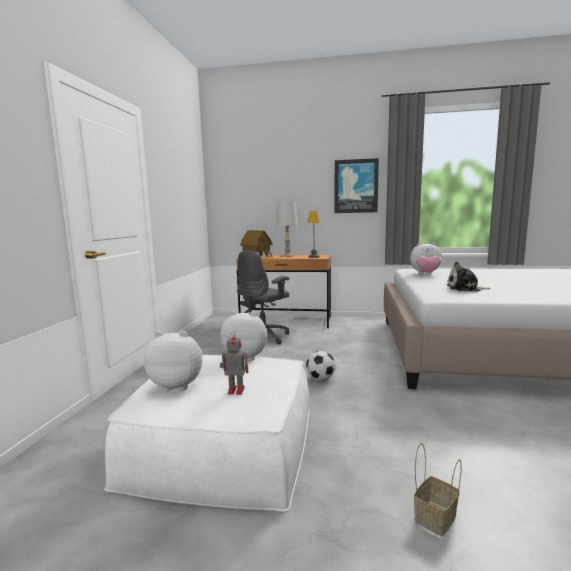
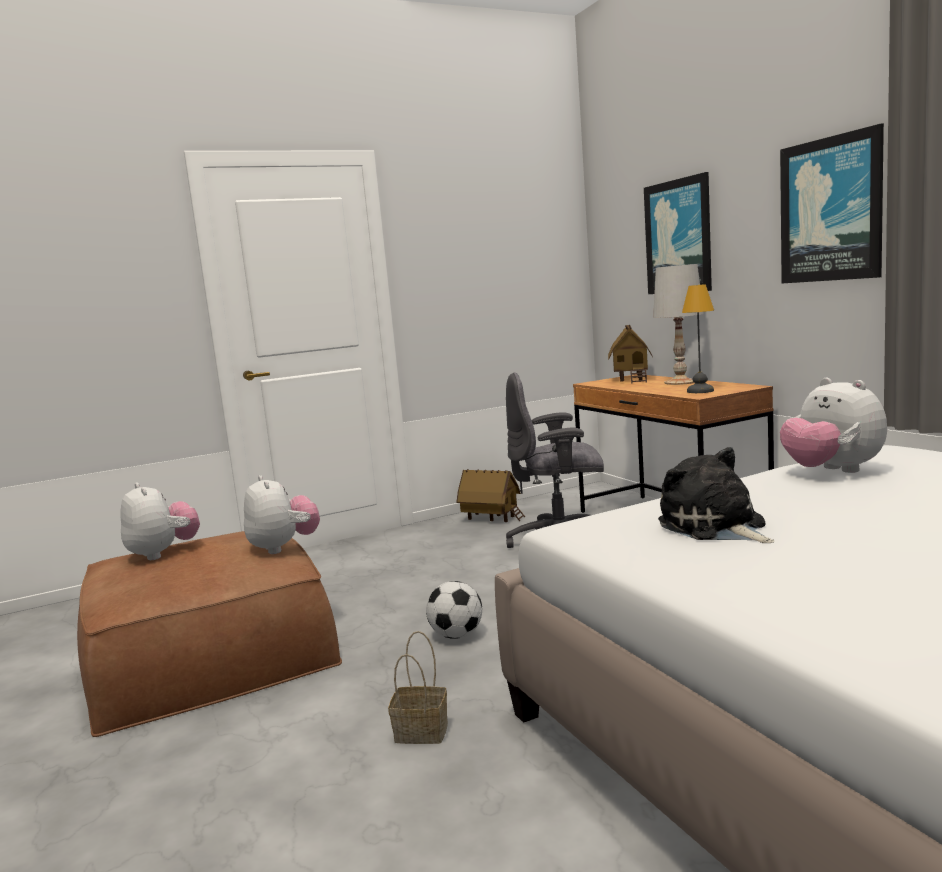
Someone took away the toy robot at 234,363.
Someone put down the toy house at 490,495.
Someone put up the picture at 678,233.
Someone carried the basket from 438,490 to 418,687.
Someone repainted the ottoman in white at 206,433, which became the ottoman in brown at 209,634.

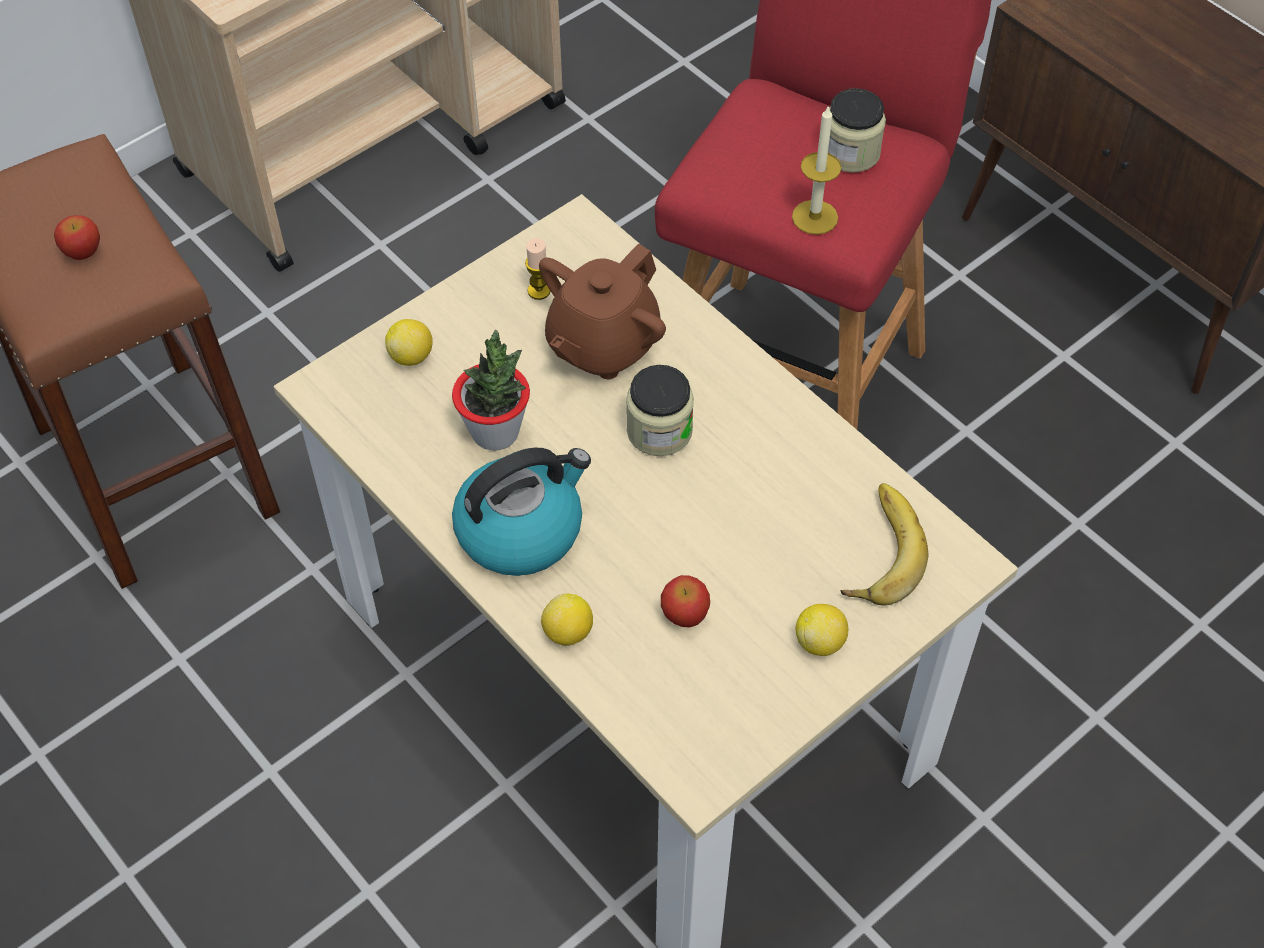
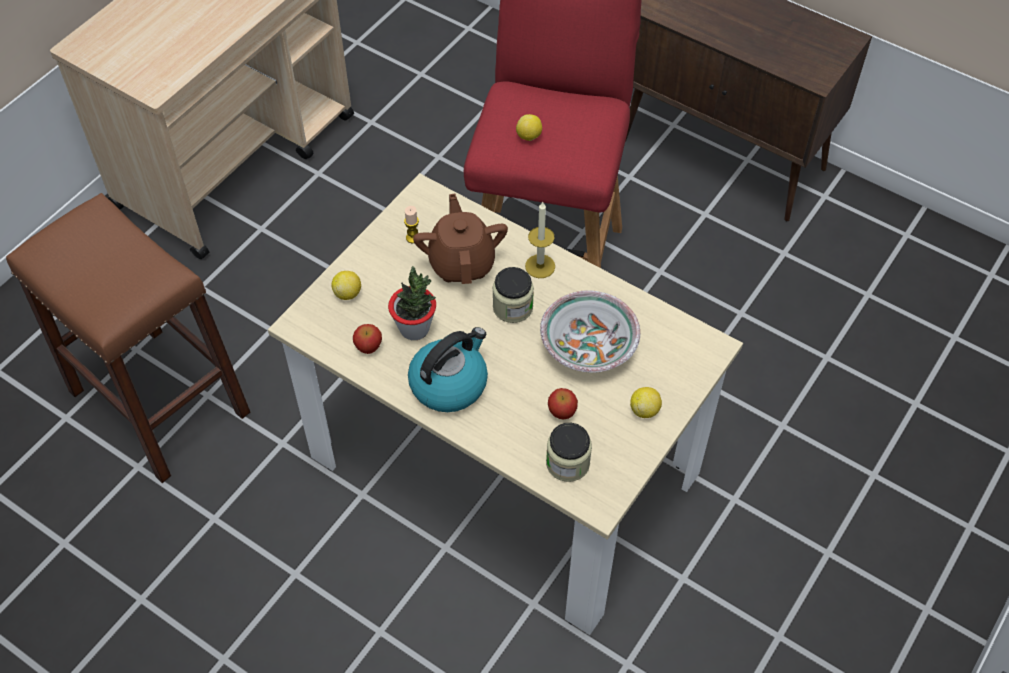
Someone took away the banana at 884,544.
Someone put down the bowl at 590,331.
Someone carried the apple from 77,237 to 367,339.
Someone carried the lemon from 567,620 to 529,127.
Someone carried the candle from 816,171 to 540,239.
Someone carried the jar from 857,130 to 569,452.
Someone rotated the teapot in brown at 602,311 by 150 degrees clockwise.

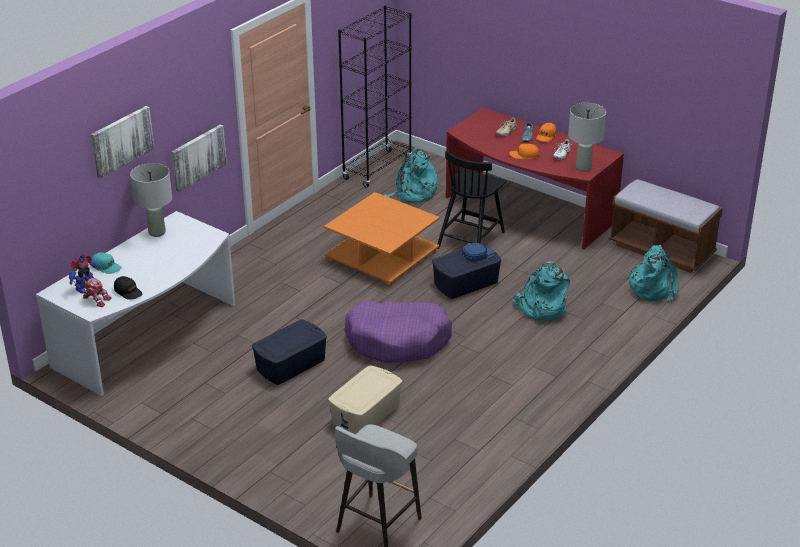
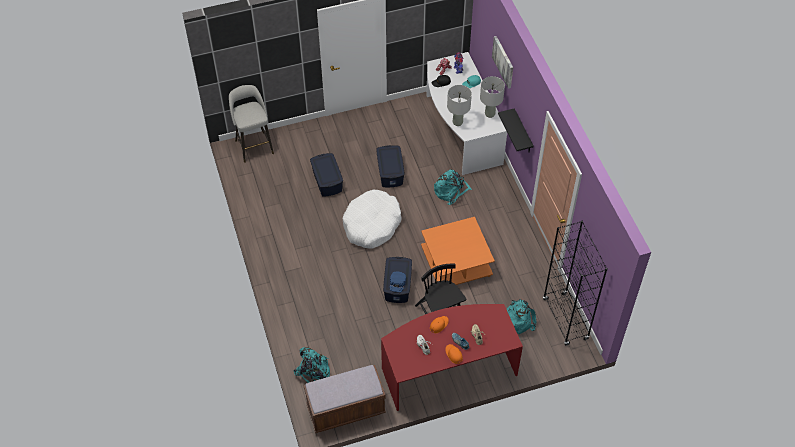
Someone carried the backpack in turquoise from 541,291 to 453,187.
Someone carried the table lamp in grey from 587,137 to 459,105.
Someone swapped the picture at 199,158 for the shelf in black at 516,130.
Someone repainted the storage box in beige at 365,400, which became the storage box in blue at 326,175.
Someone repainted the dog bed in purple at 398,332, which became the dog bed in white at 372,219.

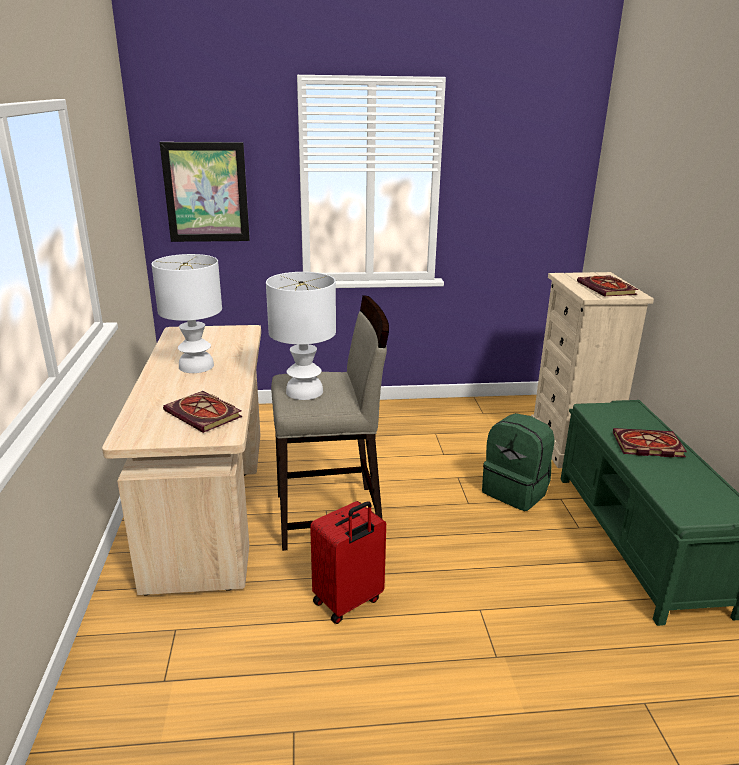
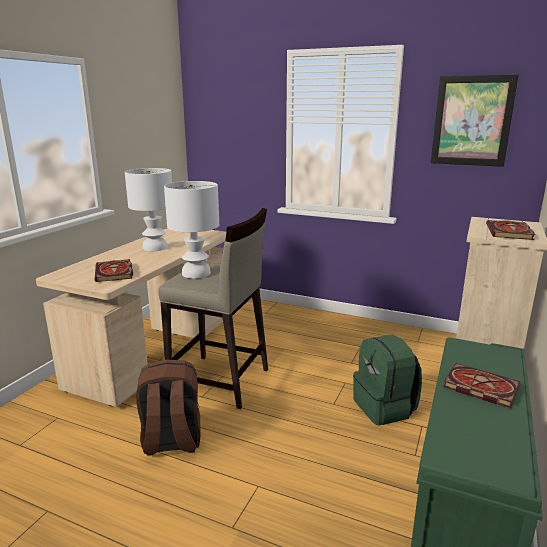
Someone carried the picture from 205,192 to 475,120.
Someone swapped the suitcase in red at 348,562 for the backpack in brown at 168,407.

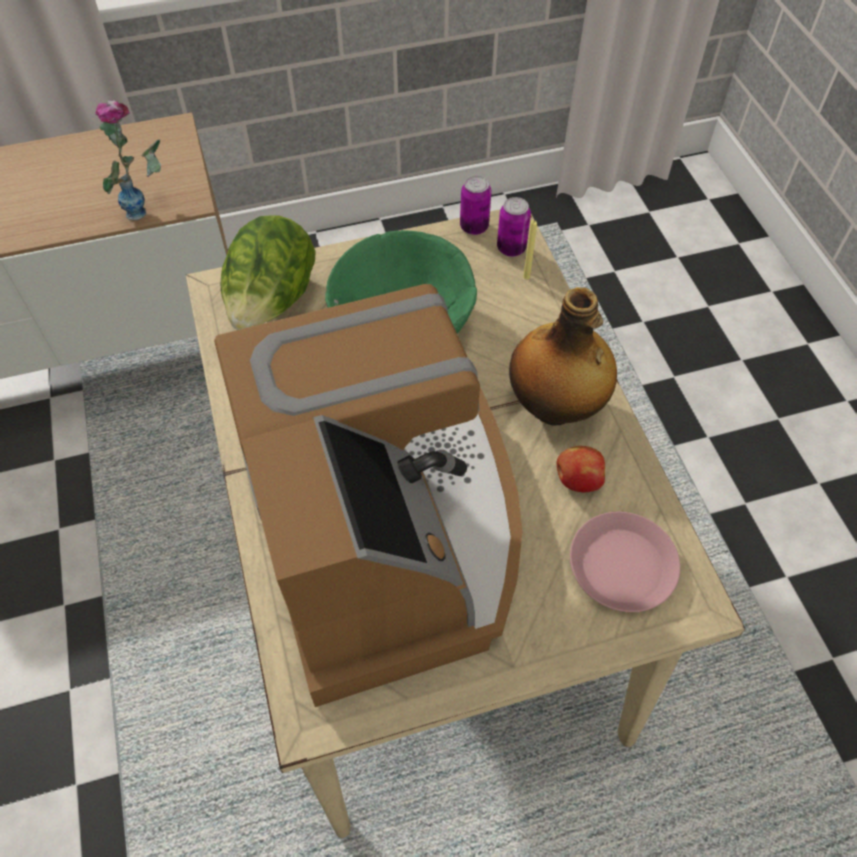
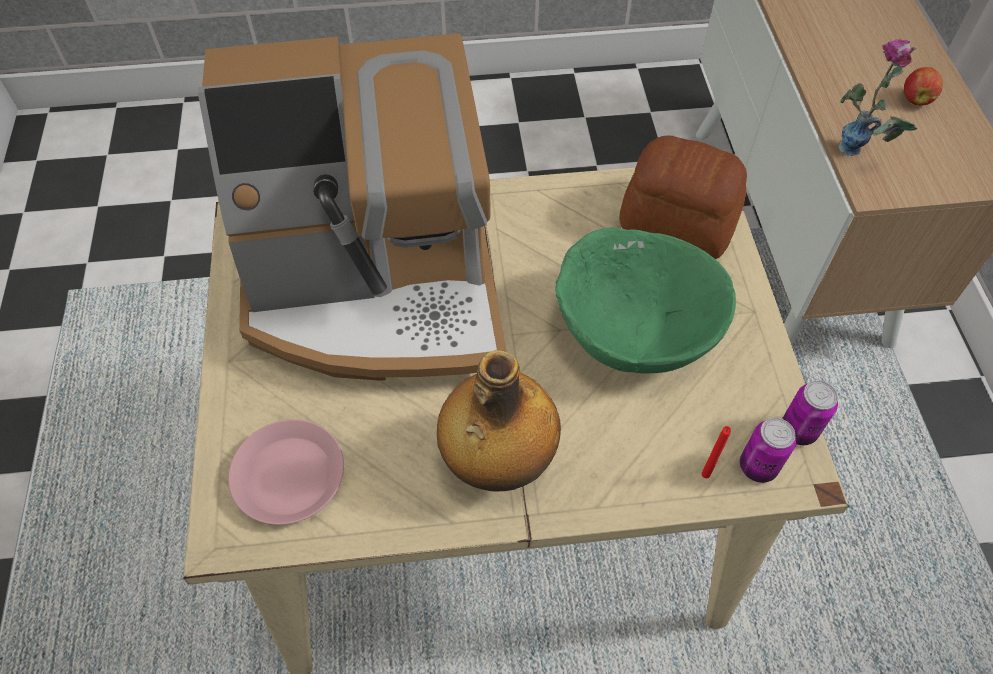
Someone carried the apple from 580,469 to 923,86.
Someone swapped the lettuce at 268,273 for the bread at 683,197.
Someone repainted the candle in yellow at 530,249, which became the candle in red at 716,452.

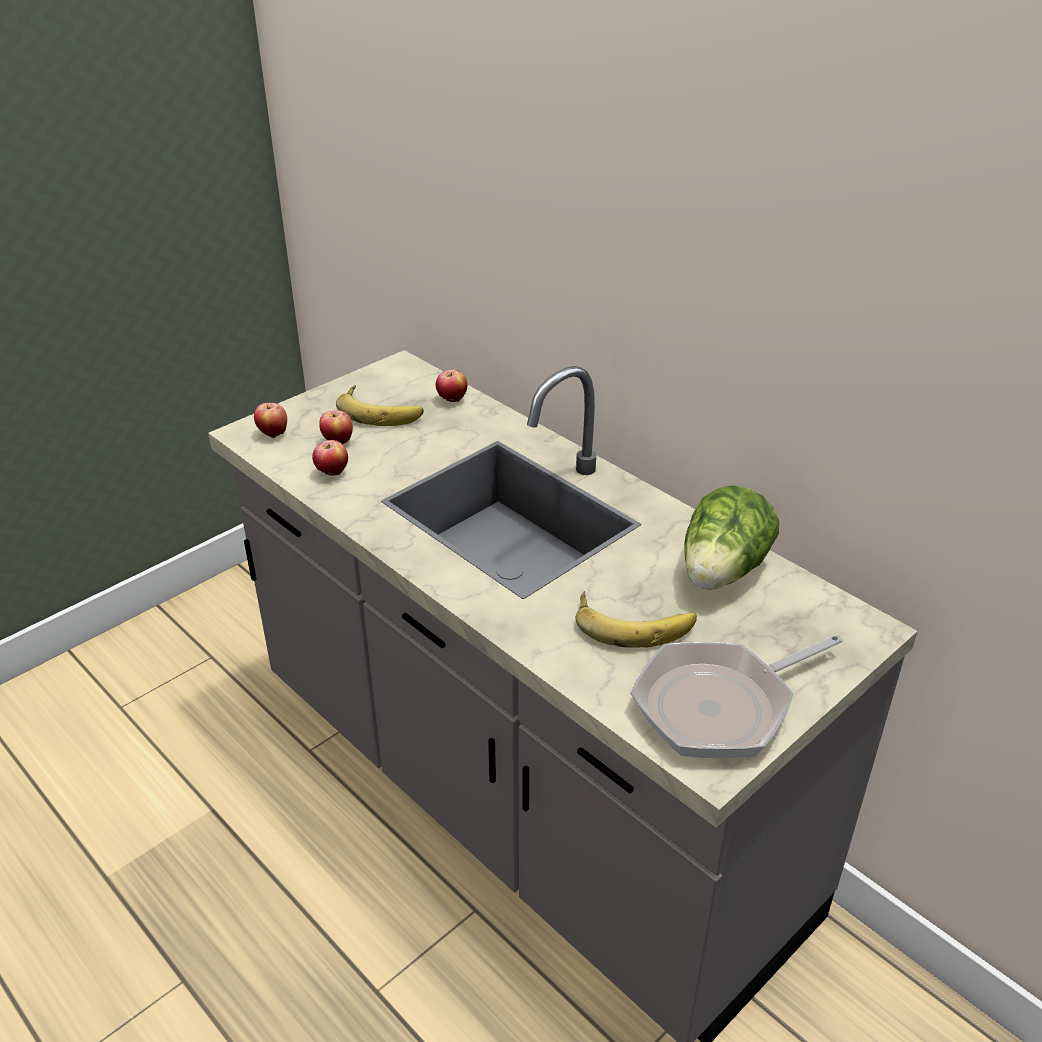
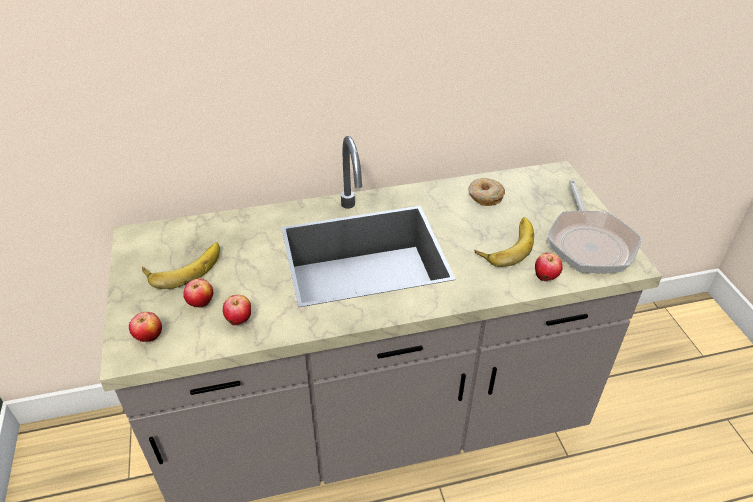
Someone carried the apple from 451,386 to 549,267.
Someone swapped the lettuce at 731,537 for the donut at 486,192.

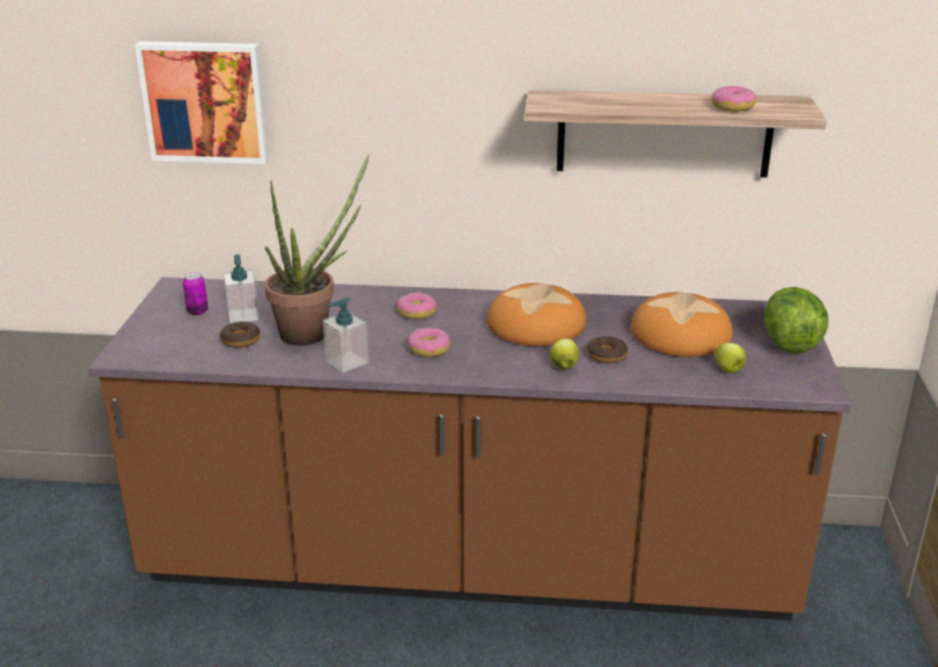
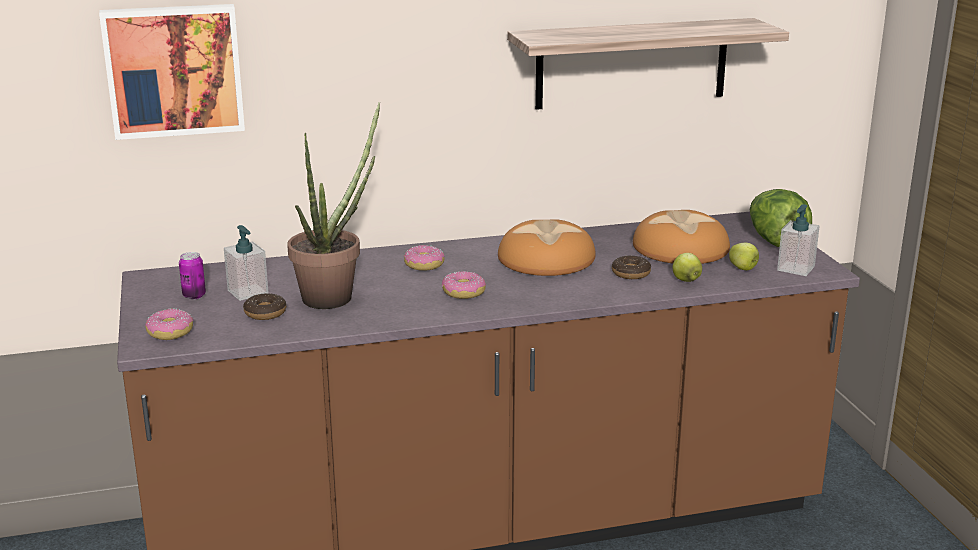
Someone carried the soap dispenser from 346,335 to 798,240.
Someone carried the apple from 564,354 to 687,267.
Someone carried the donut from 733,99 to 169,324.

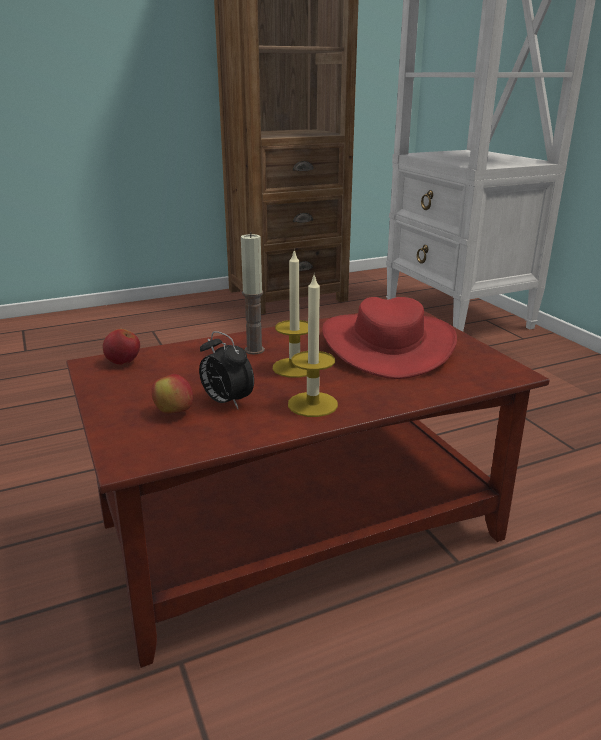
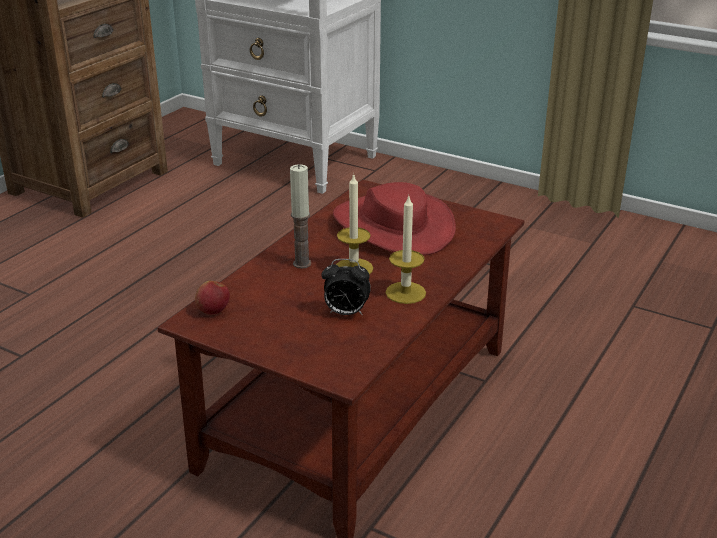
Someone took away the apple at 172,394.

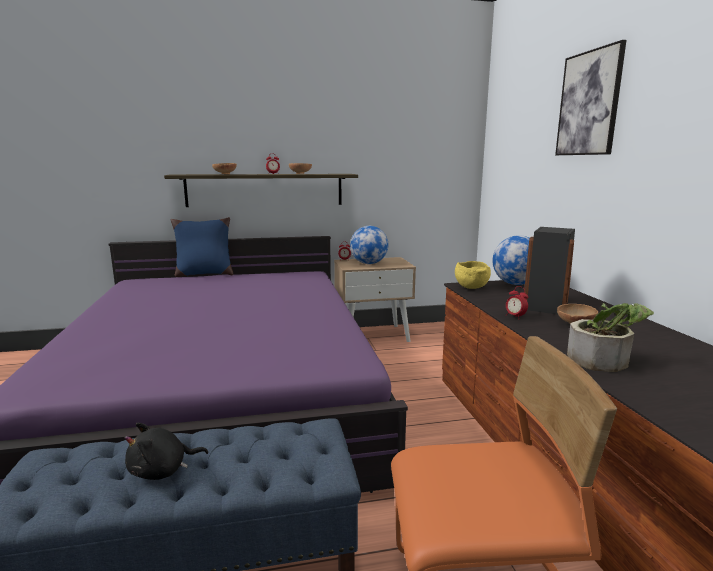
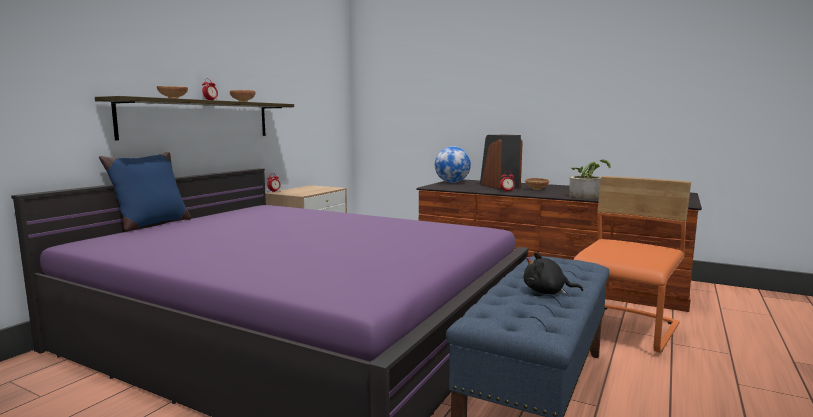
Someone took away the globe at 369,245.
Someone took away the bowl in yellow at 473,275.
Someone took away the picture at 590,97.
Someone rotated the plush toy in black at 166,451 by 90 degrees clockwise.

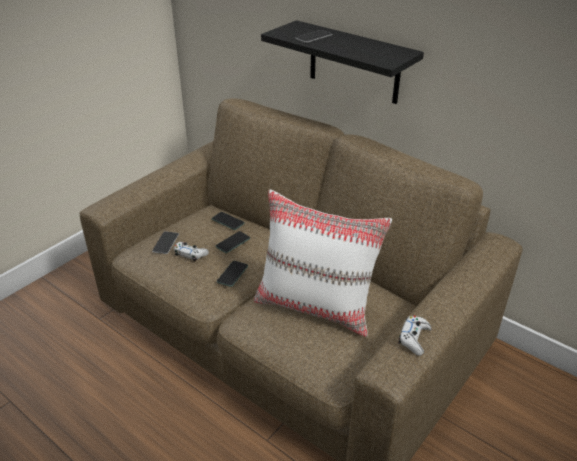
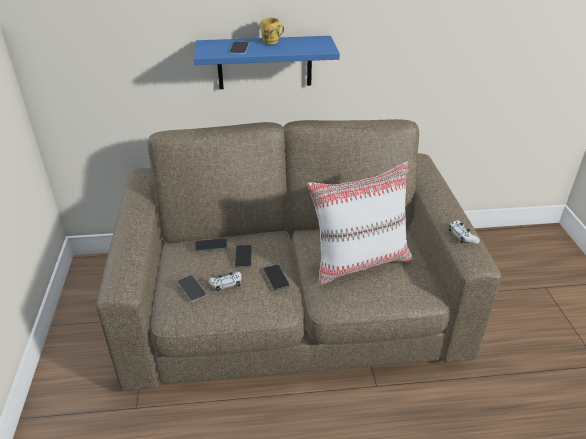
Someone put down the mug in yellow at 272,31.
Someone repainted the shelf in black at 342,62, which became the shelf in blue at 267,62.

